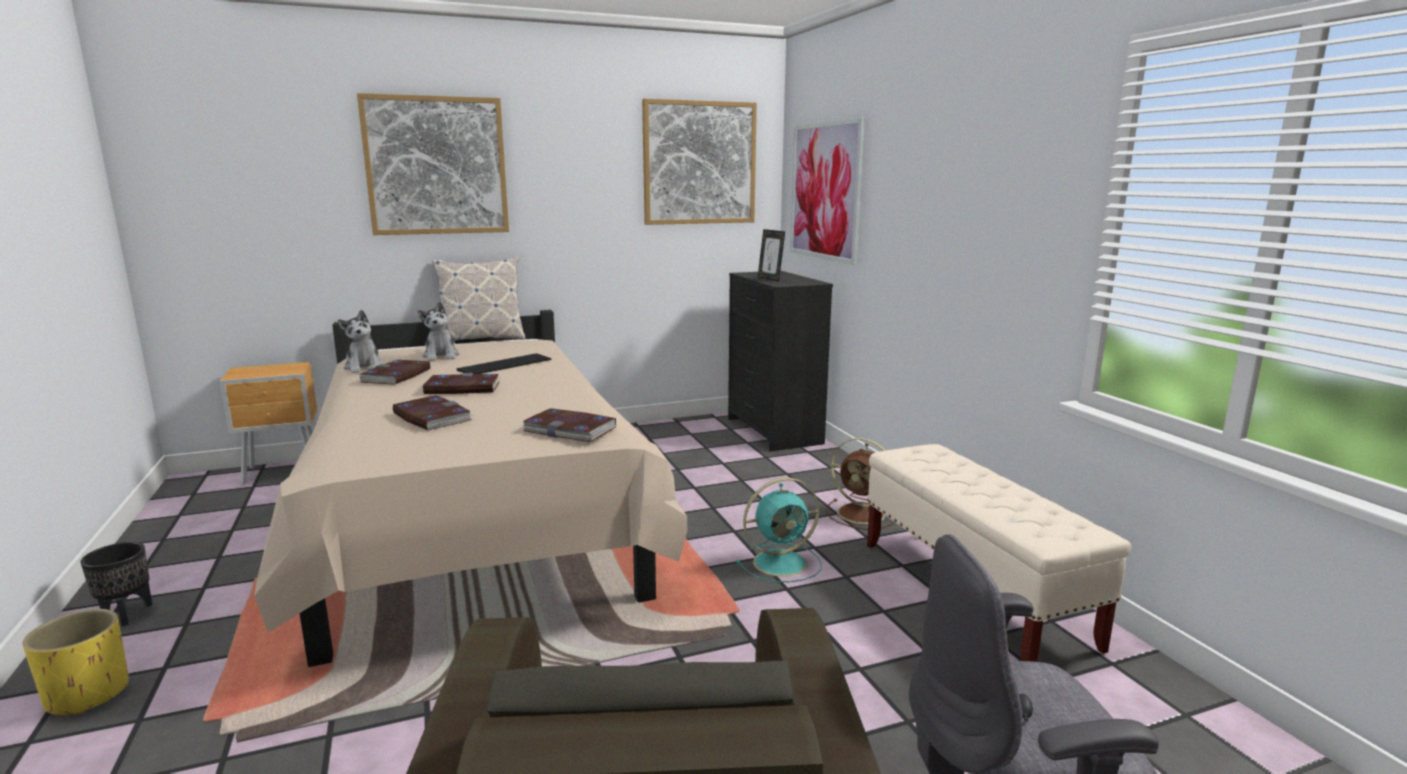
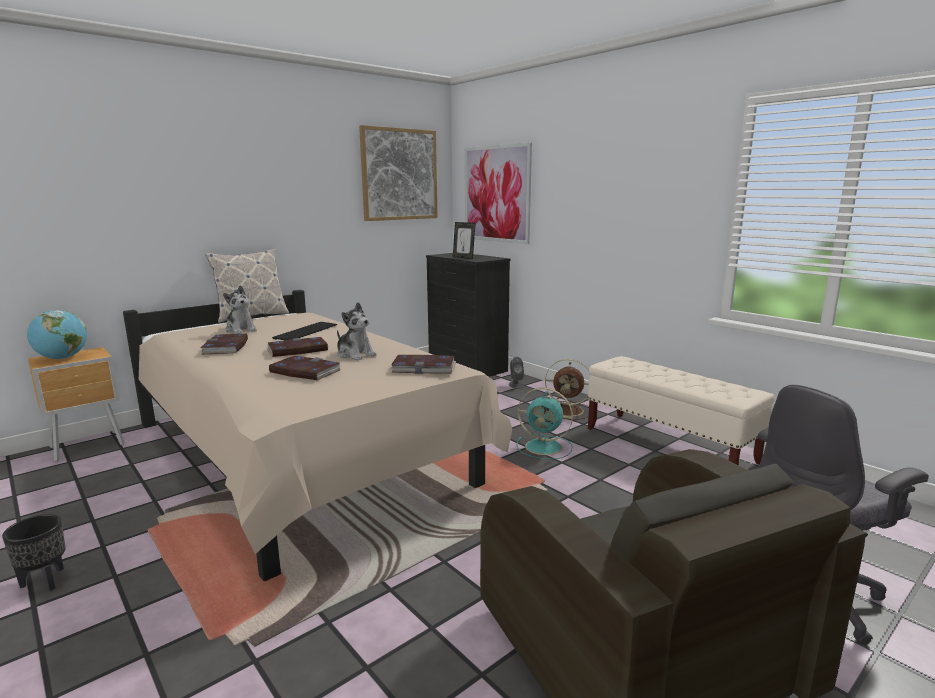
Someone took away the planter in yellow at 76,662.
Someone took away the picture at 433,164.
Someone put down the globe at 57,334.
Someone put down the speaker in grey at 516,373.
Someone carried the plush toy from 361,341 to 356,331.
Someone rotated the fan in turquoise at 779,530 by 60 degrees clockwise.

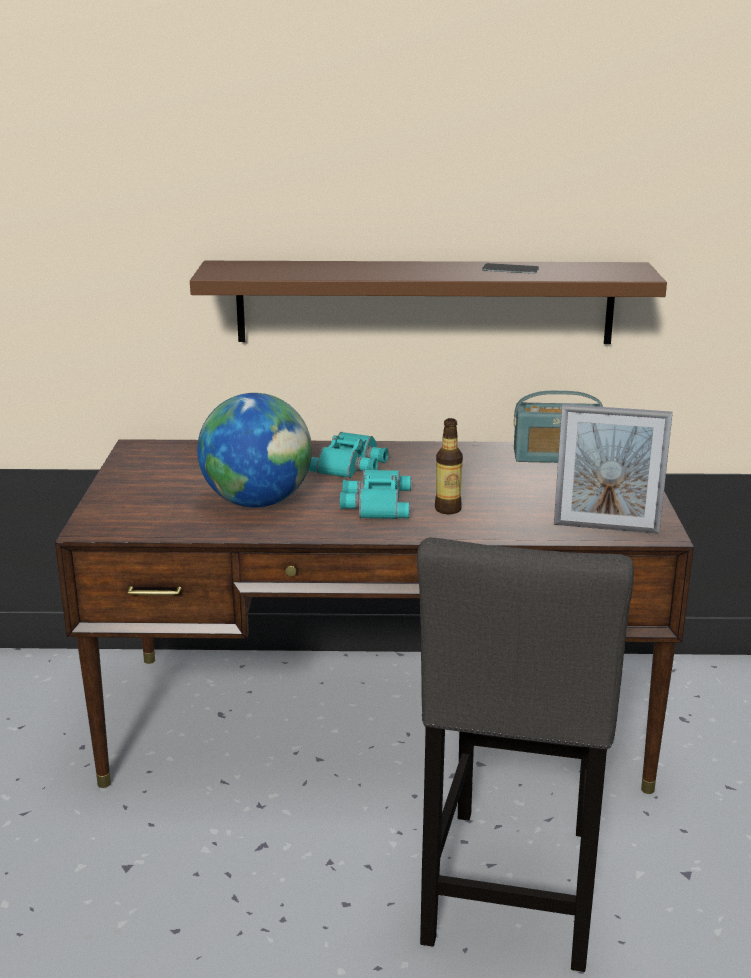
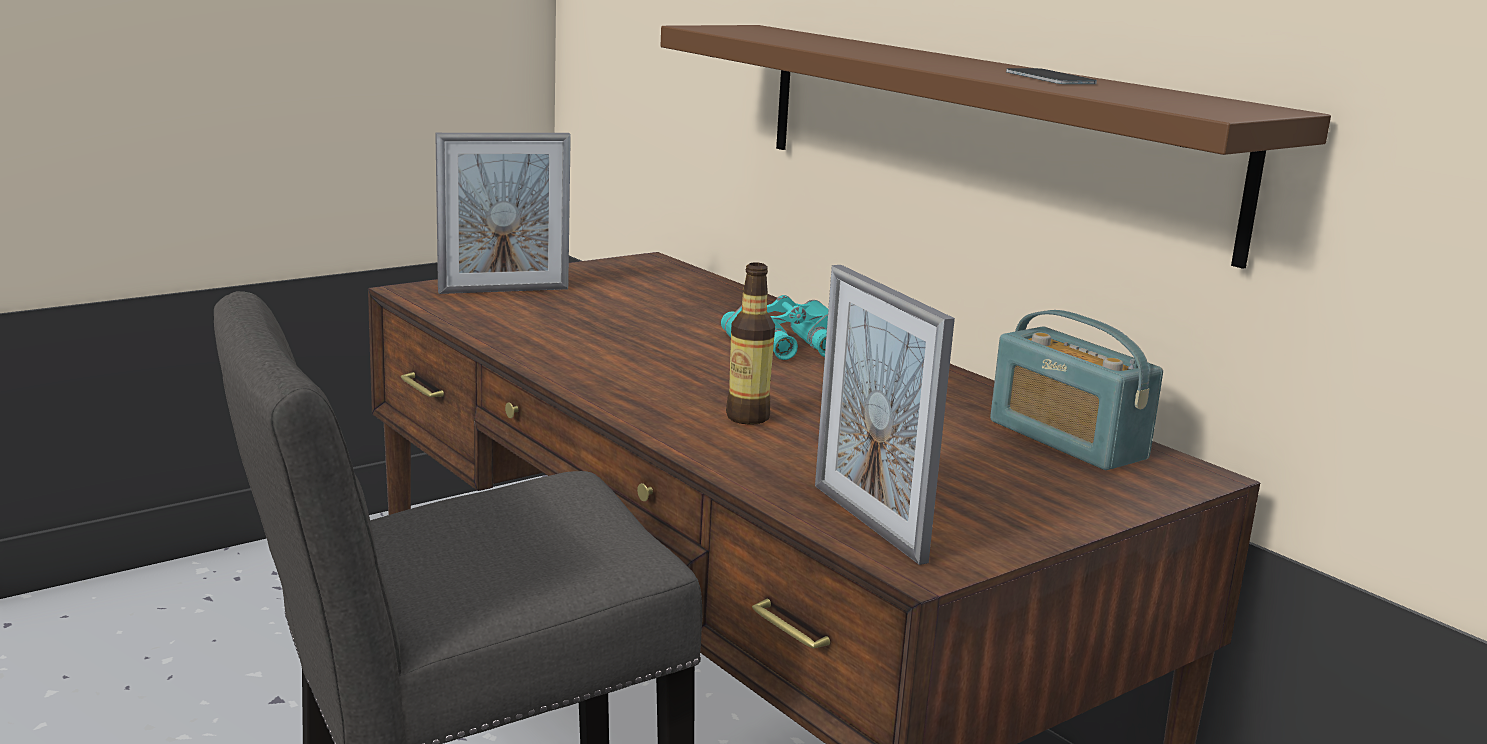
Someone took away the globe at 254,450.
Someone took away the binoculars in turquoise at 375,494.
Someone put down the picture frame at 503,213.

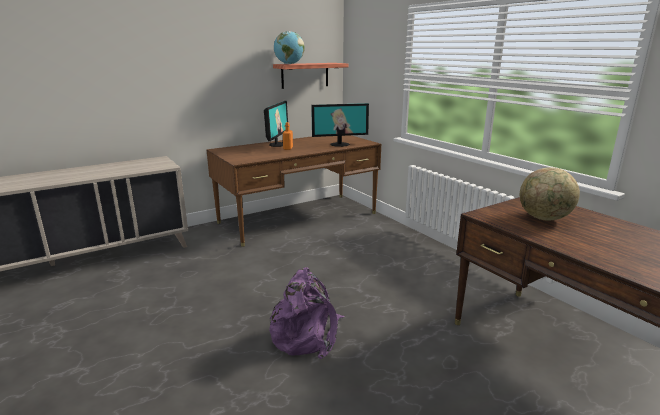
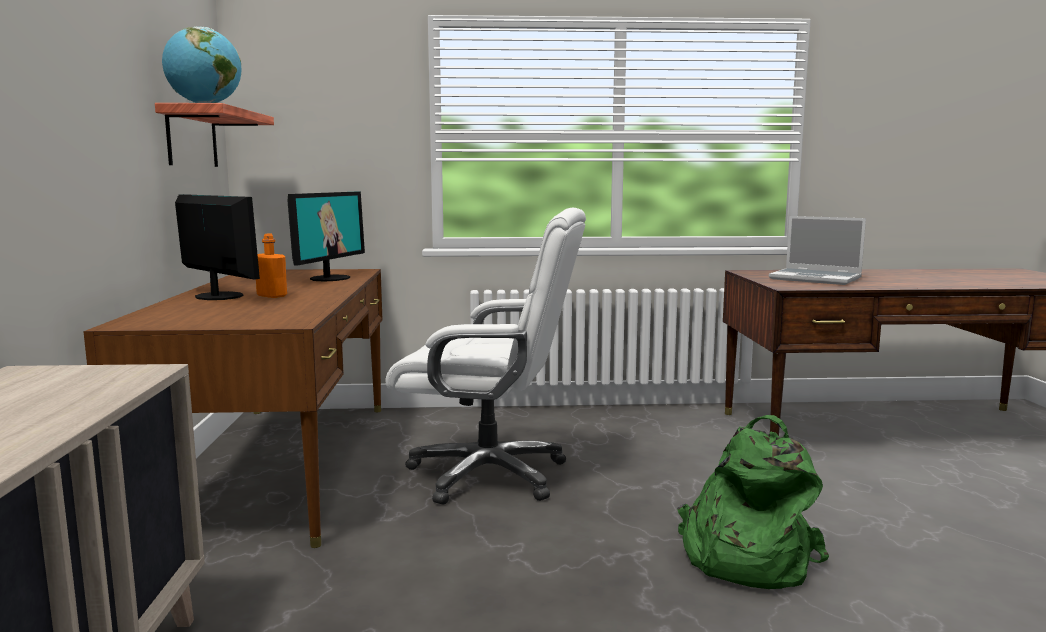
Someone put down the office chair in white at 486,356.
Someone swapped the globe at 550,194 for the laptop at 817,250.
Someone repainted the backpack in purple at 307,313, which became the backpack in green at 753,502.

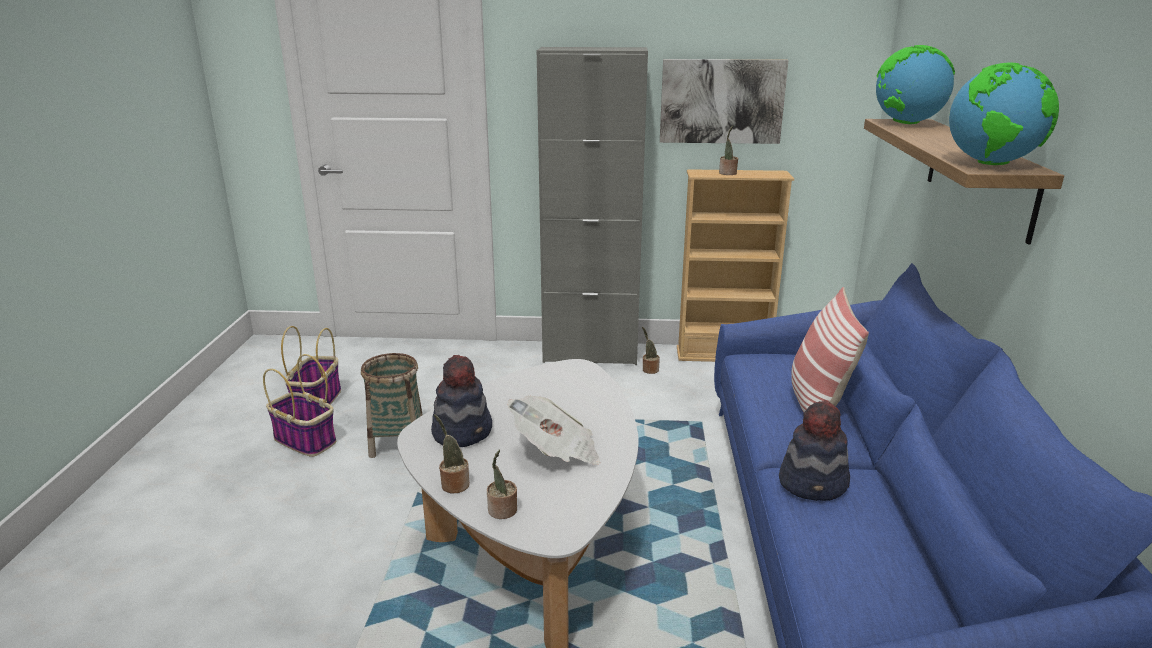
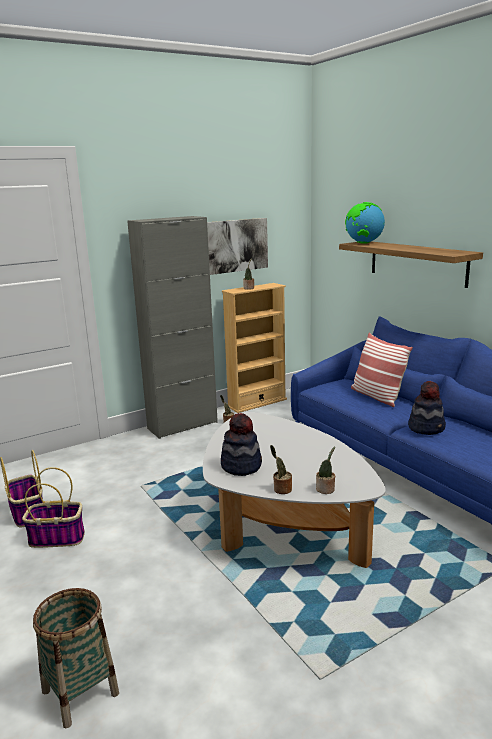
Someone took away the newspaper at 554,430.
Someone took away the globe at 1004,114.
Someone carried the basket from 392,405 to 76,658.

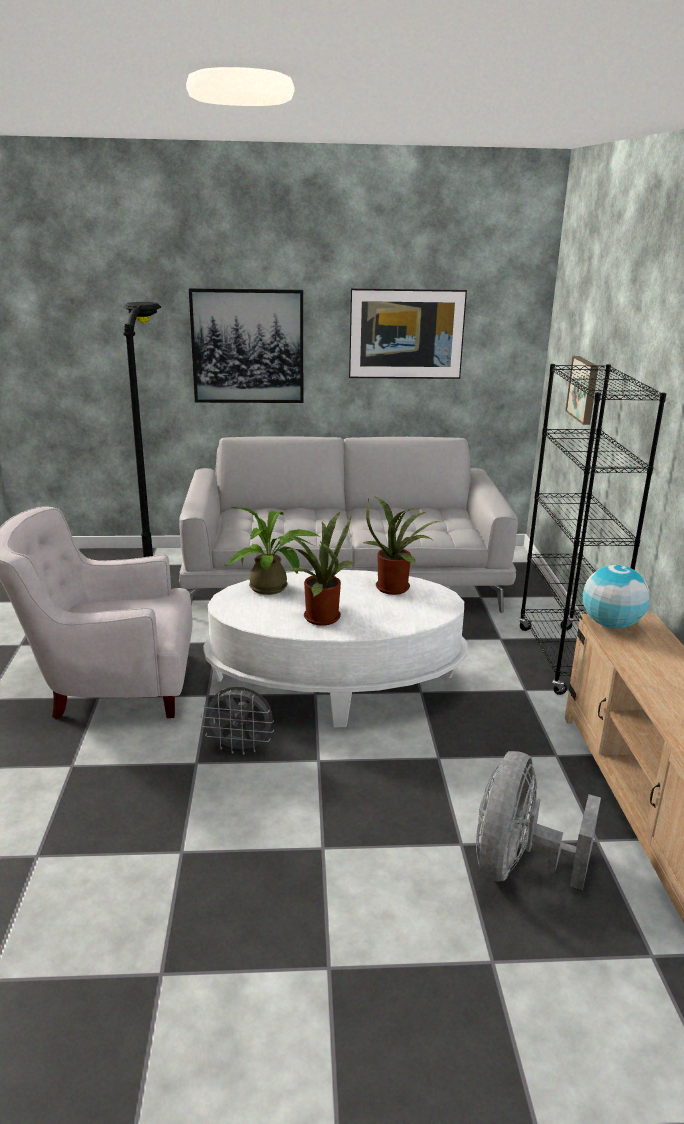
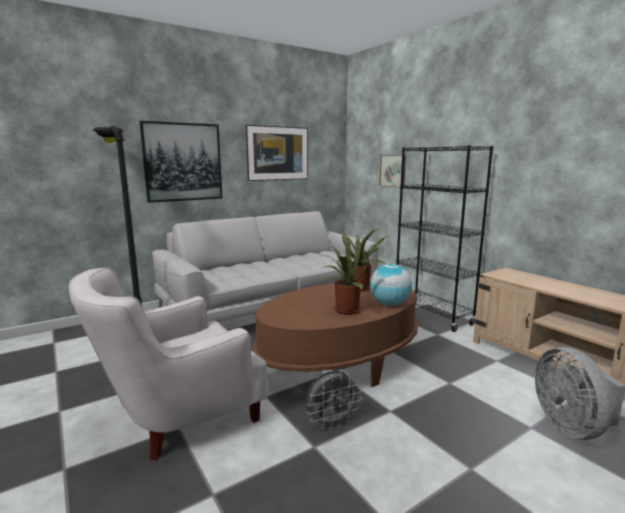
Someone took away the potted plant at 272,551.
Someone carried the globe from 616,597 to 391,285.
Someone repainted the coffee table in white at 335,648, which became the coffee table in brown at 335,335.

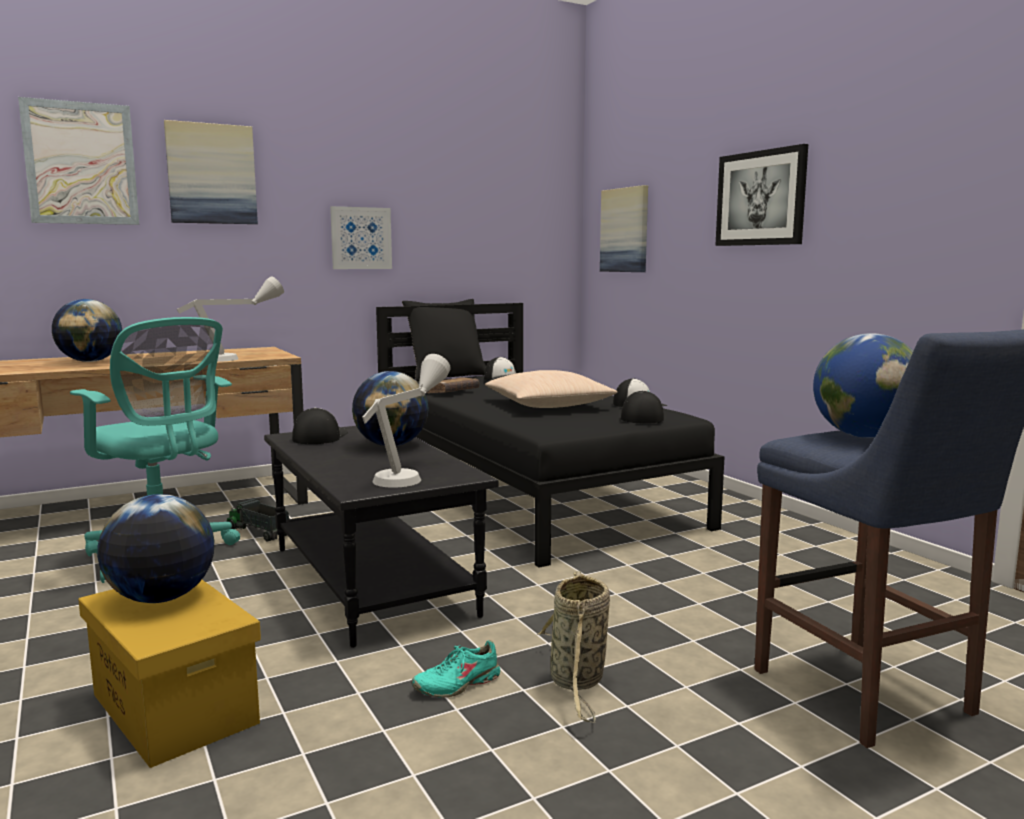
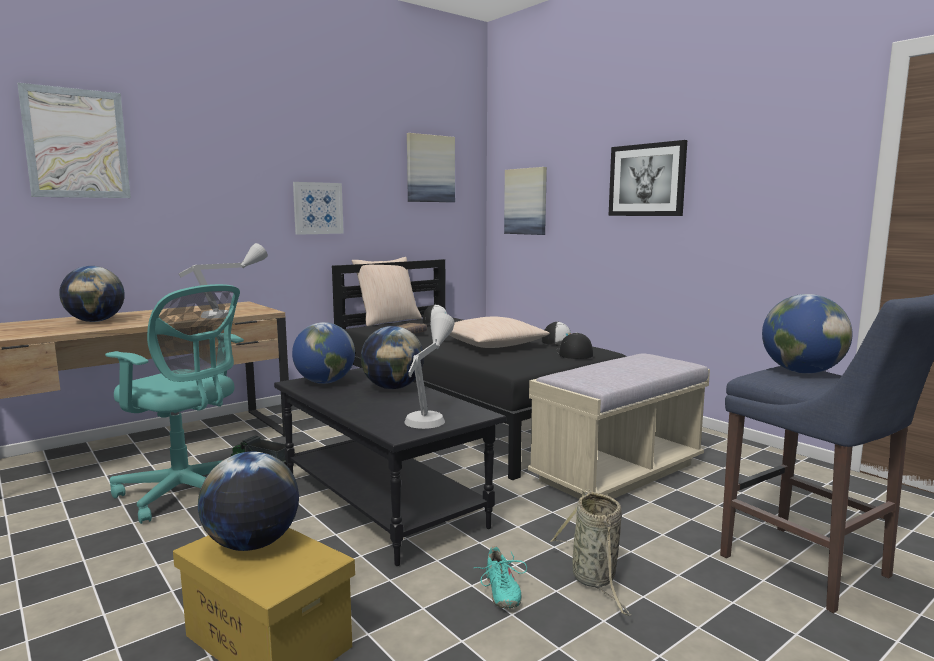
Someone put down the bench in beige at 619,426.
Someone carried the picture from 211,172 to 431,167.
Someone swapped the cap at 320,425 for the globe at 323,353.
Someone repainted the pillow in black at 444,340, which became the pillow in beige at 387,291.
Someone rotated the shoe in turquoise at 455,669 by 60 degrees counterclockwise.

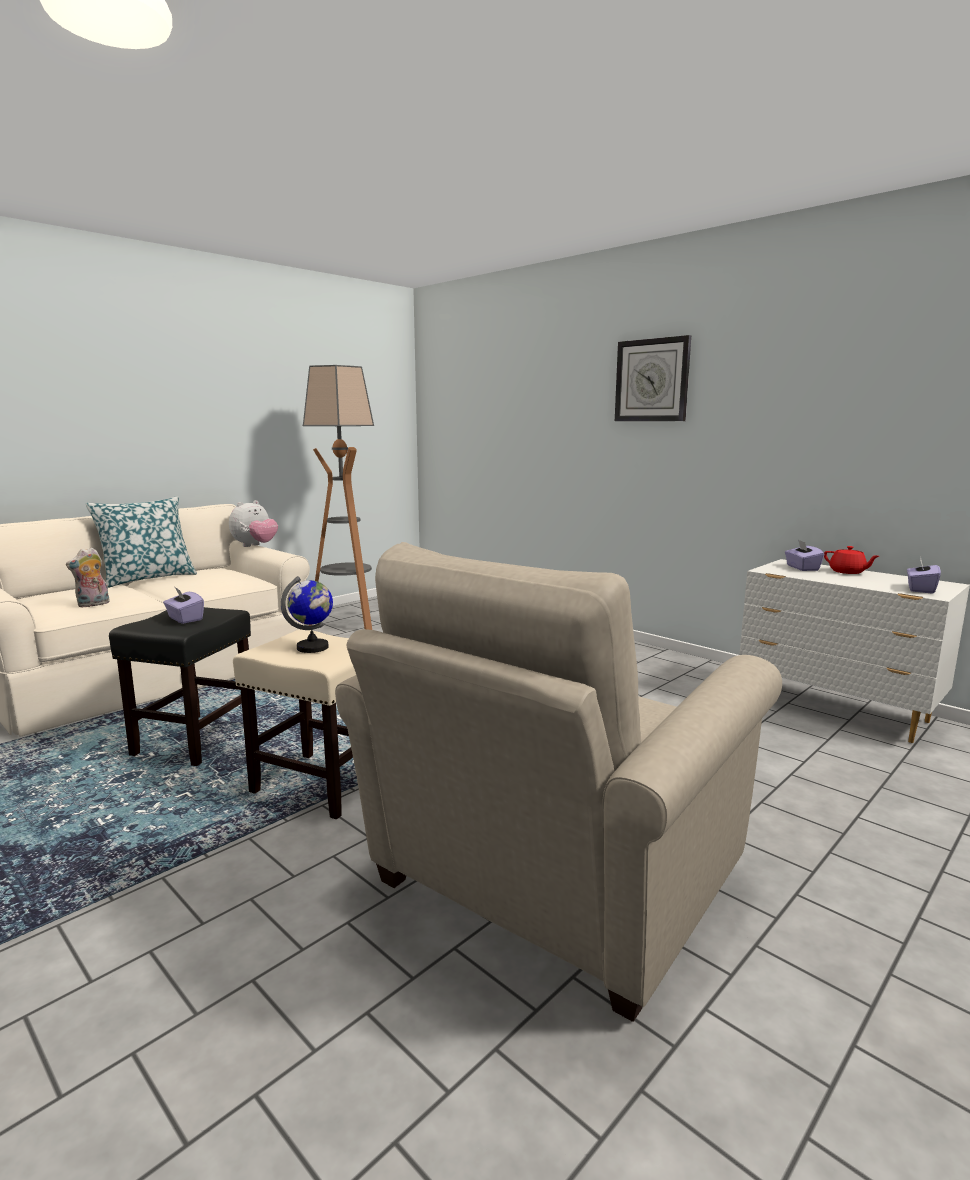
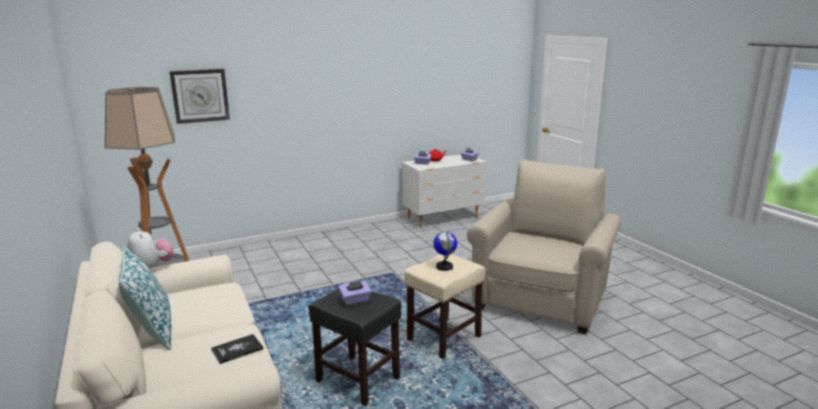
Someone carried the wall clock from 653,378 to 199,96.
Someone swapped the plush toy at 88,577 for the book at 237,349.
Someone rotated the armchair in beige at 558,782 by 120 degrees counterclockwise.

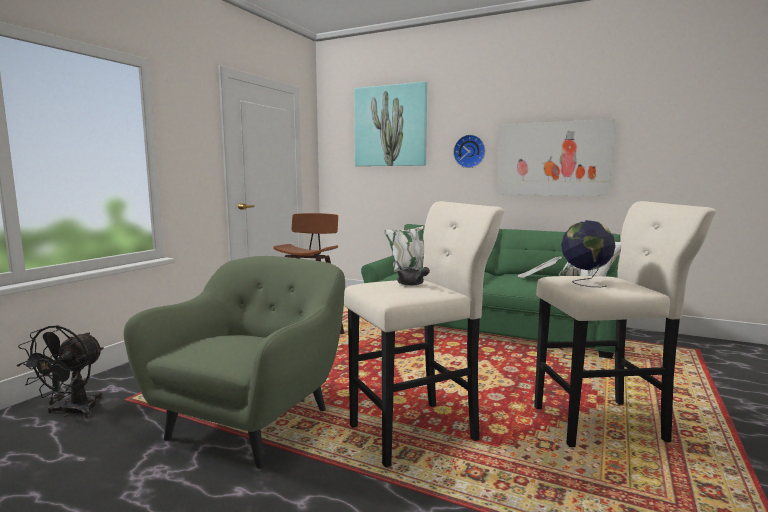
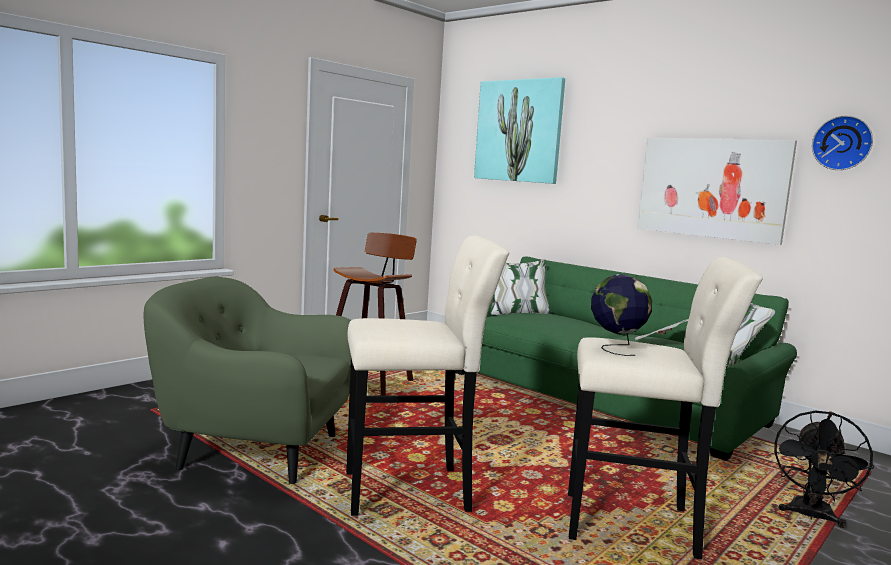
Someone took away the teapot in grey at 413,276.
Someone carried the fan in black from 60,371 to 824,469.
Someone carried the wall clock from 469,151 to 842,143.
Someone rotated the armchair in green at 234,362 by 120 degrees counterclockwise.

